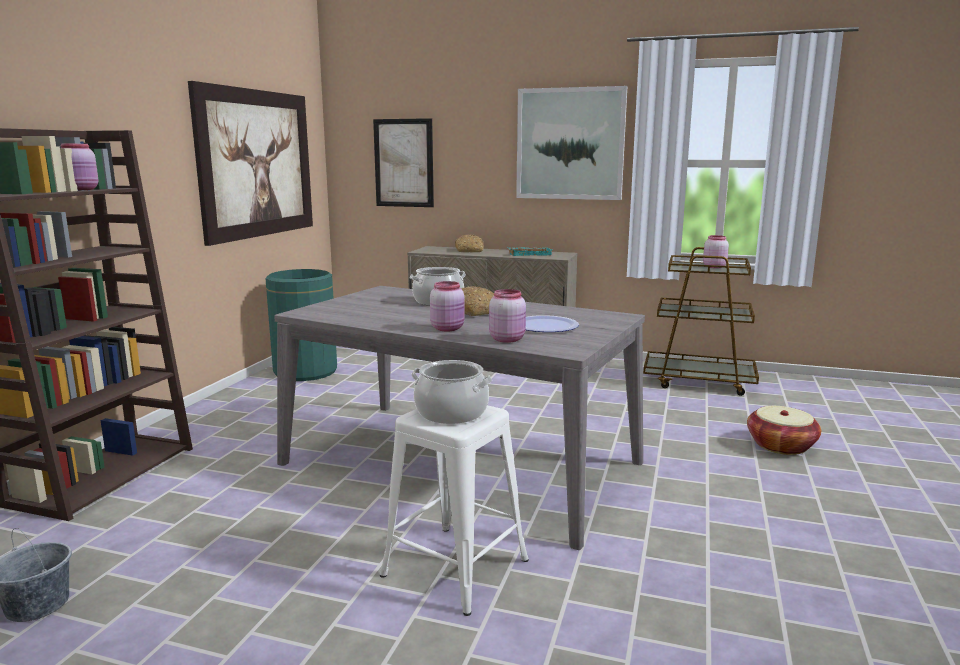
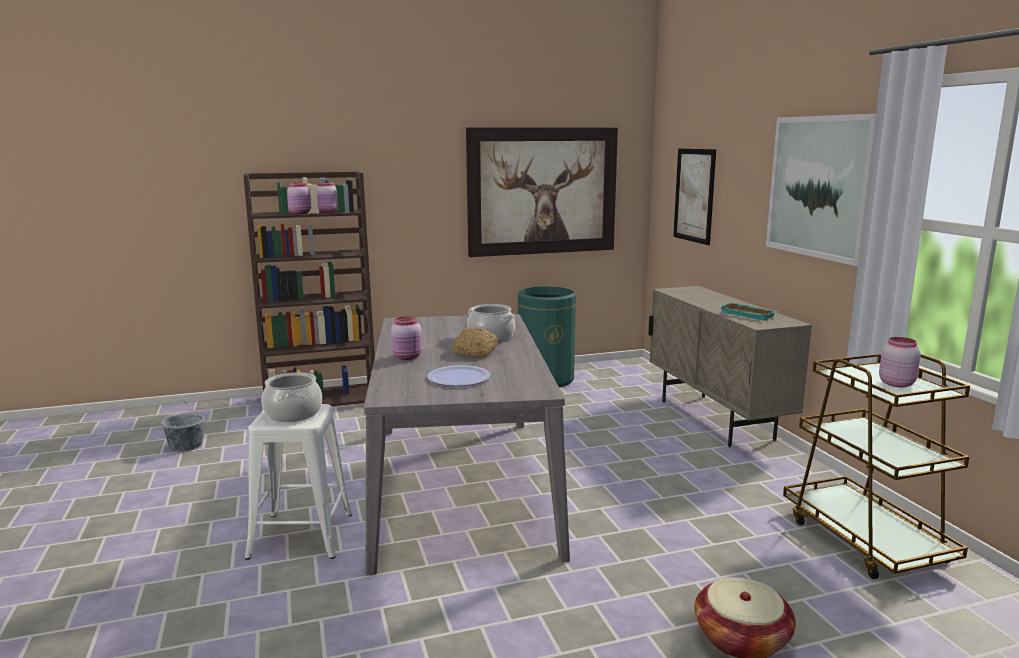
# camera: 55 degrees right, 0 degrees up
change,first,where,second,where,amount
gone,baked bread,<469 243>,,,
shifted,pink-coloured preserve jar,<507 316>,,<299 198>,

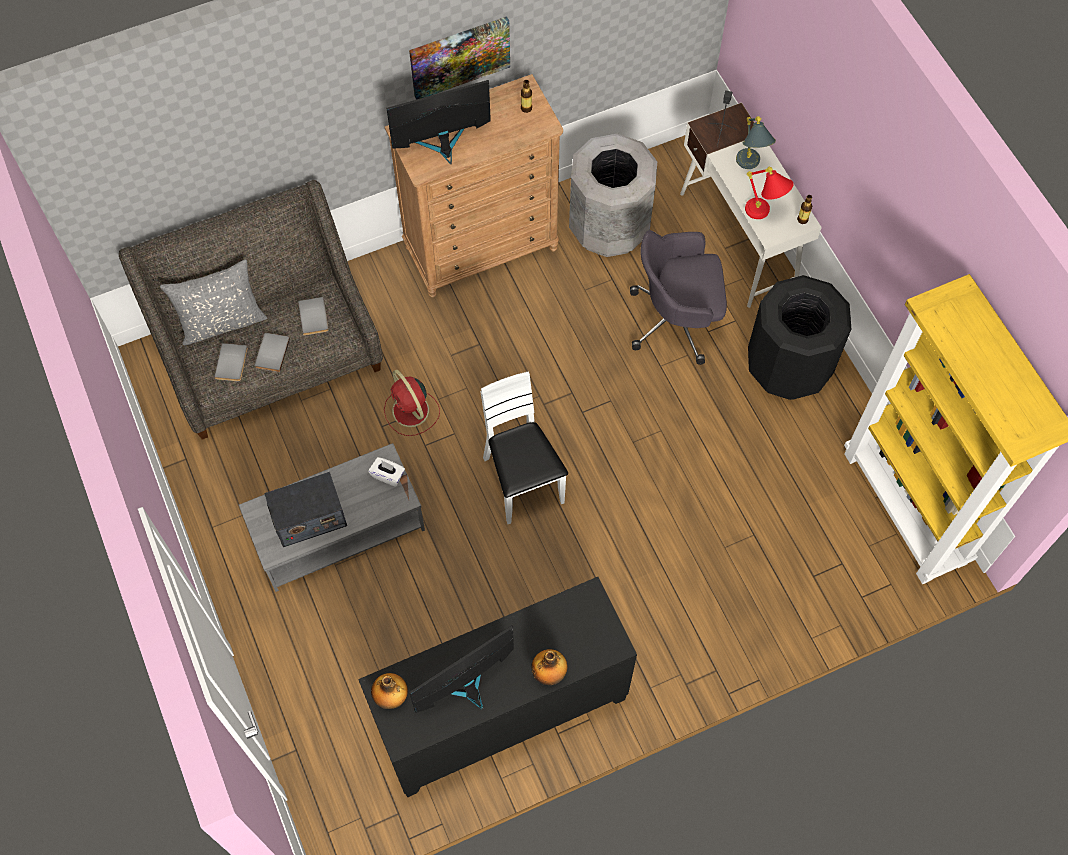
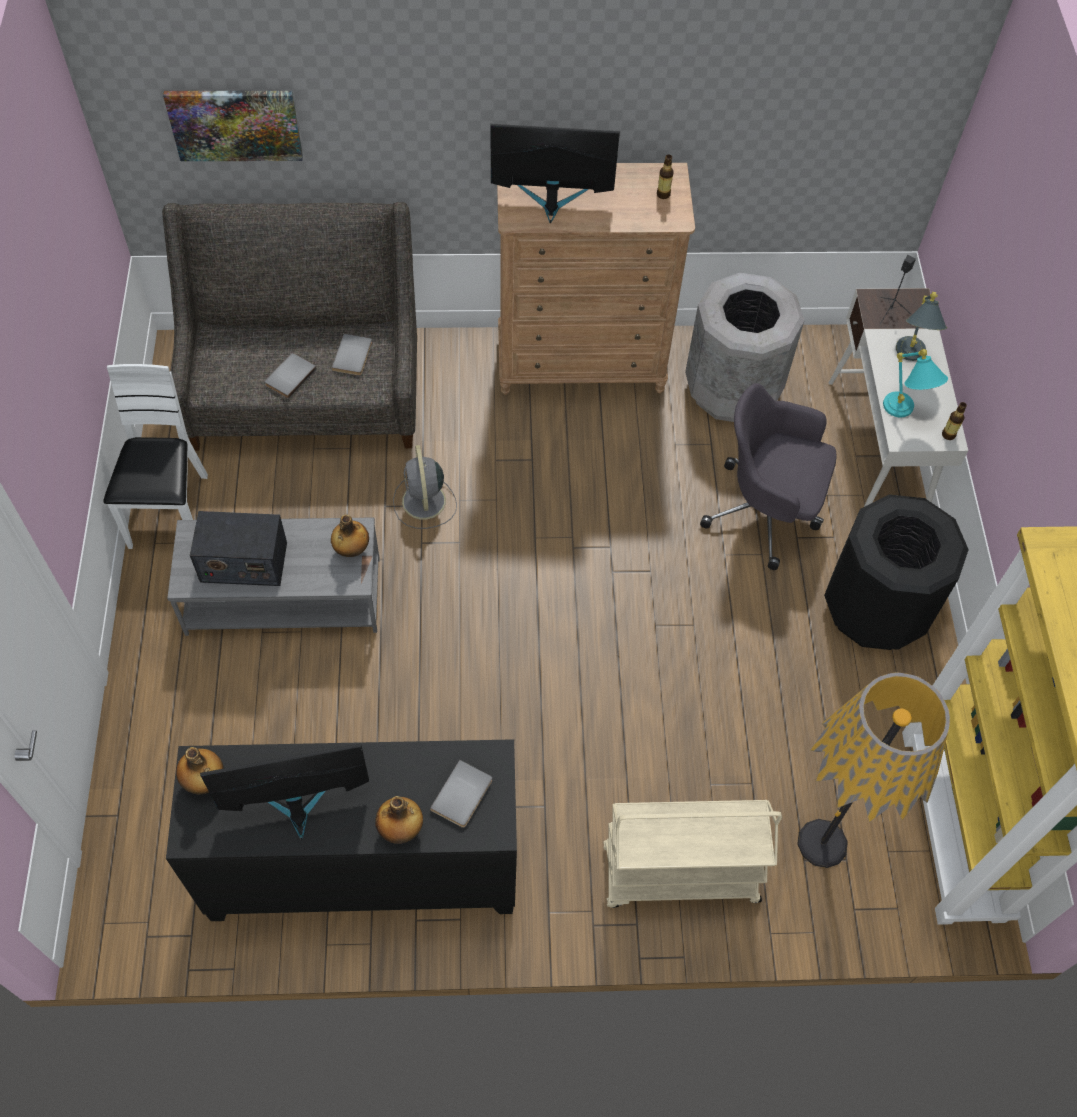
# camera: 20 degrees right, 5 degrees down
change,first,where,second,where,amount
gone,gray throw pillow,<213 302>,,,
shifted,gray book,<231 362>,,<461 794>,
swapped,white-coloured tissue box,<386 472>,bottle,<350 535>,
repainted,reddish fan,<412 403>,gray fan,<425 487>,
shifted,picture,<459 58>,,<233 126>,
shifted,white-coloured plain chair,<524 447>,,<155 456>,
repainted,reddish tabletop lamp,<769 193>,blue-green tabletop lamp,<915 383>,
new,,,beige-coloured wheeled cart,<692 854>,
new,,,floor lamp,<873 770>,

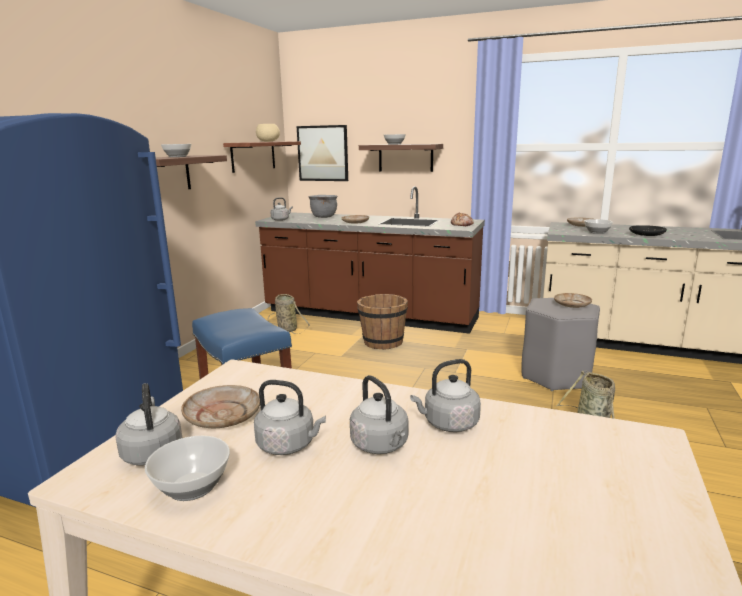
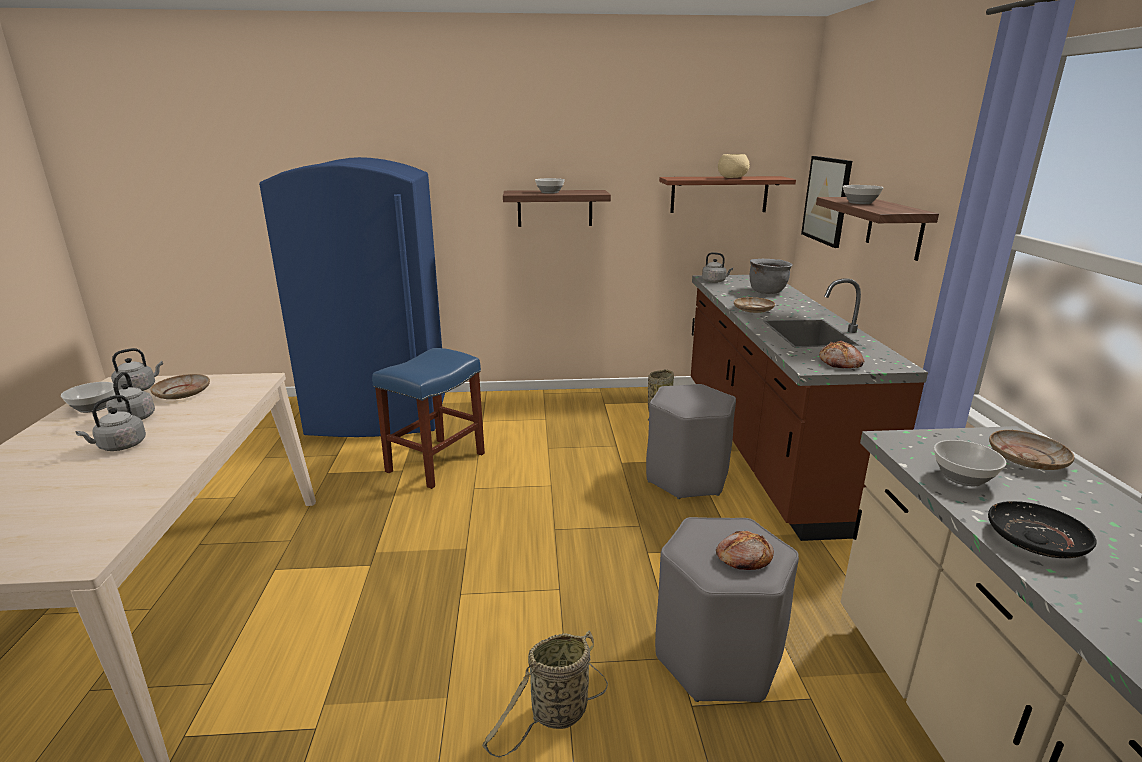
# camera: 65 degrees right, 5 degrees up
change,first,where,second,where,amount
swapped,brown pail,<382 322>,gray sitting stool,<691 441>,
gone,gray tea kettle,<445 395>,,,
swapped,beige-coloured dinner plate,<573 300>,baked bread,<745 550>,

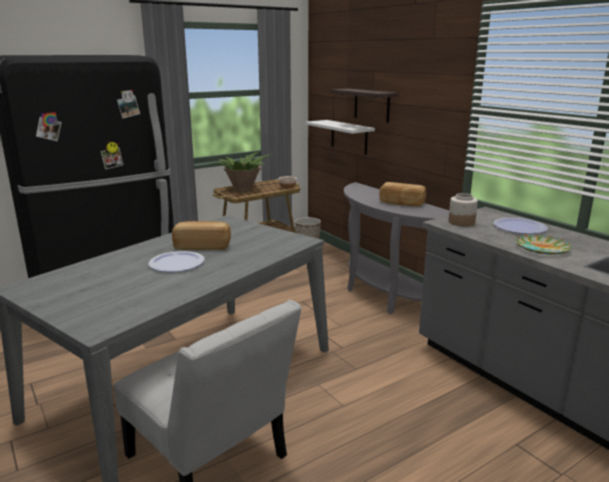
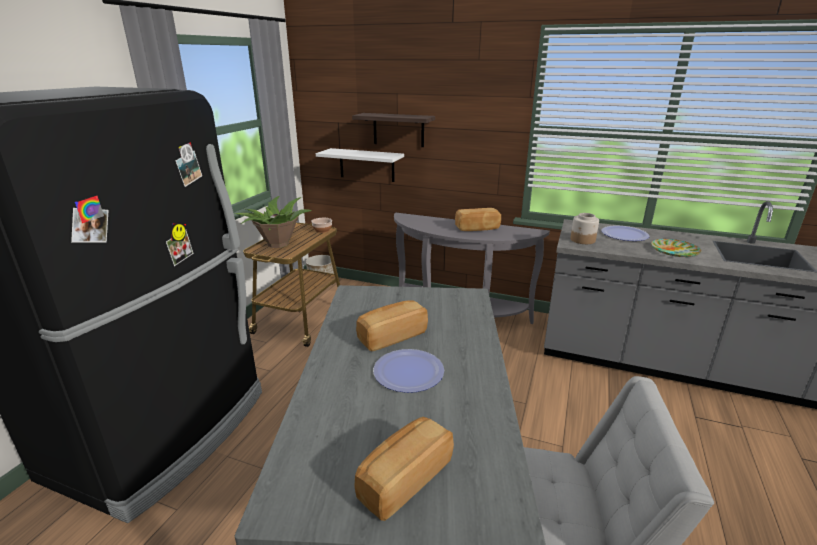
# camera: 35 degrees left, 5 degrees up
change,first,where,second,where,amount
new,,,baked bread,<404 469>,

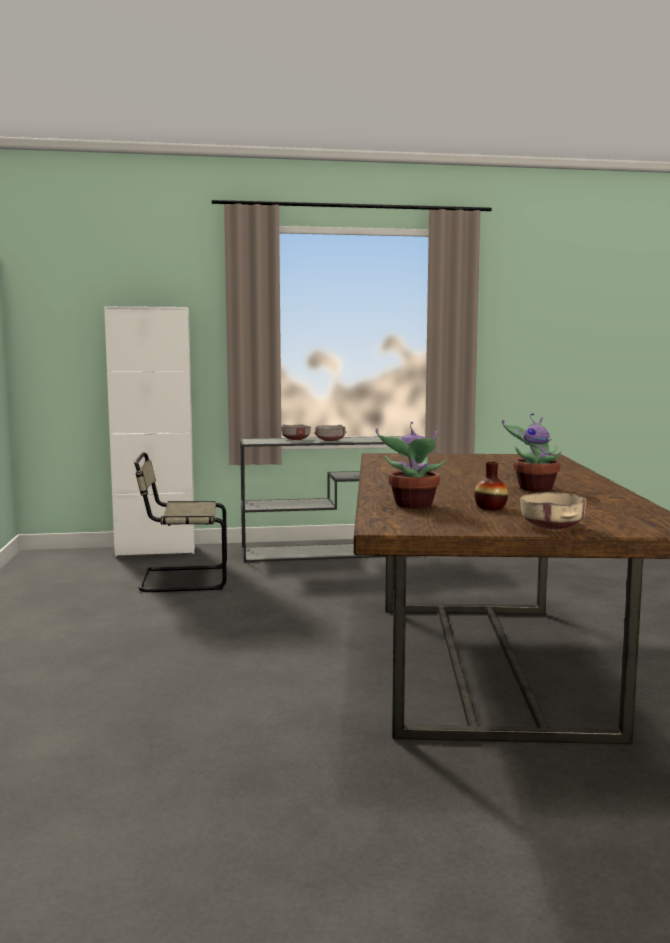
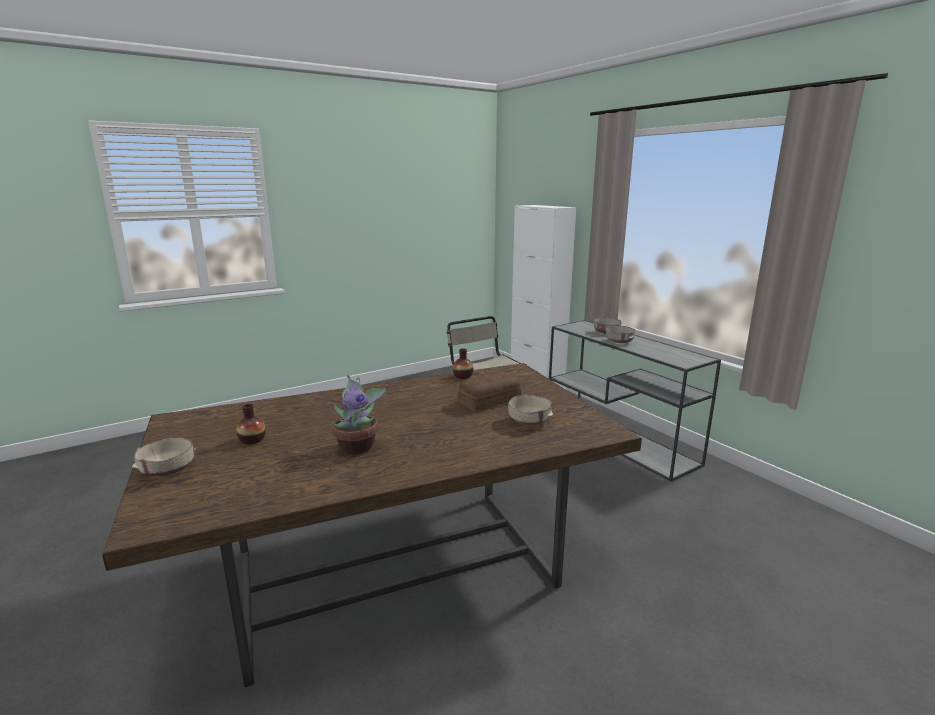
# camera: 65 degrees right, 10 degrees up
change,first,where,second,where,amount
gone,houseplant,<411 465>,,,
new,,,decorative vase,<463 363>,
new,,,baked bread,<489 391>,
new,,,beige-coloured deep dish,<530 409>,

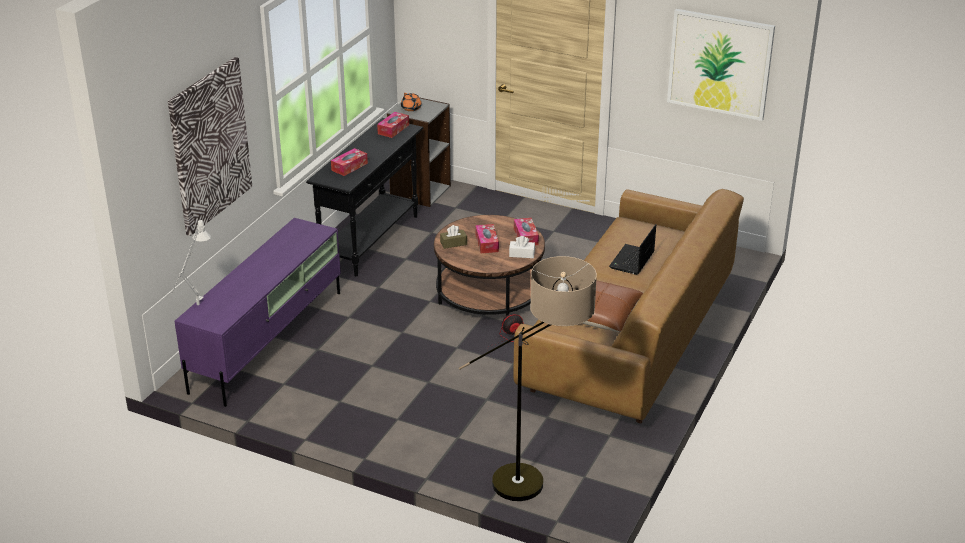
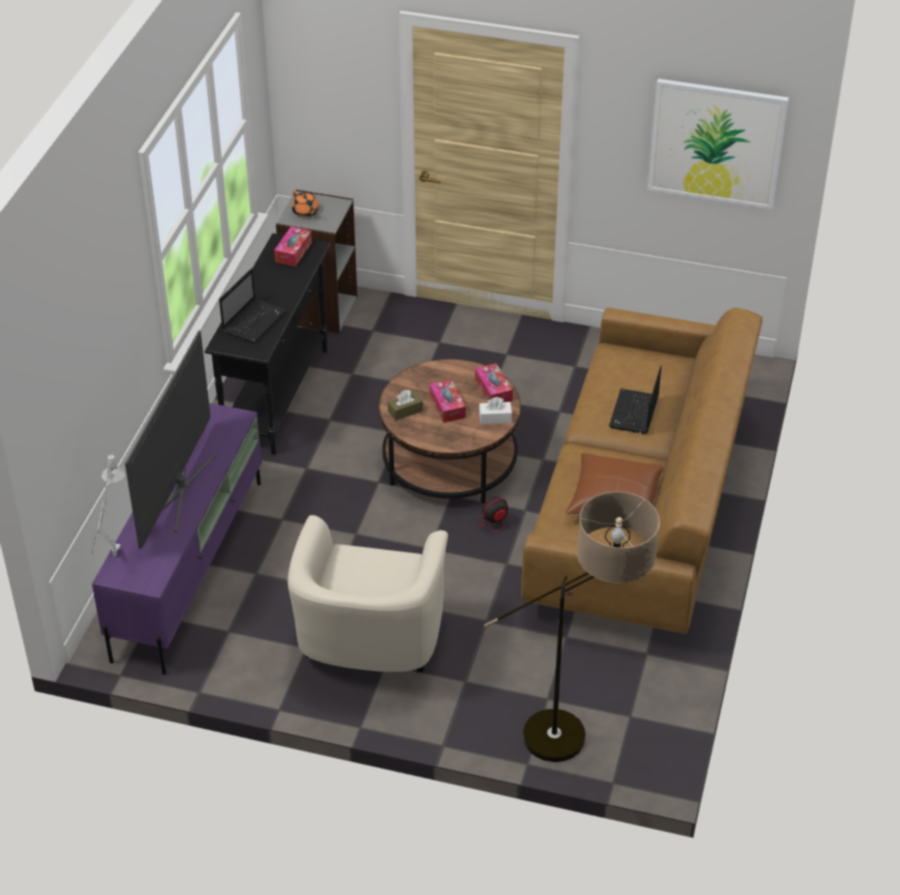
# camera: 10 degrees left, 10 degrees up
change,first,where,second,where,amount
gone,picture,<210 146>,,,
swapped,tissue box,<349 162>,laptop,<253 305>,
new,,,TV,<170 439>,
new,,,beige-coloured lounge chair,<368 593>,

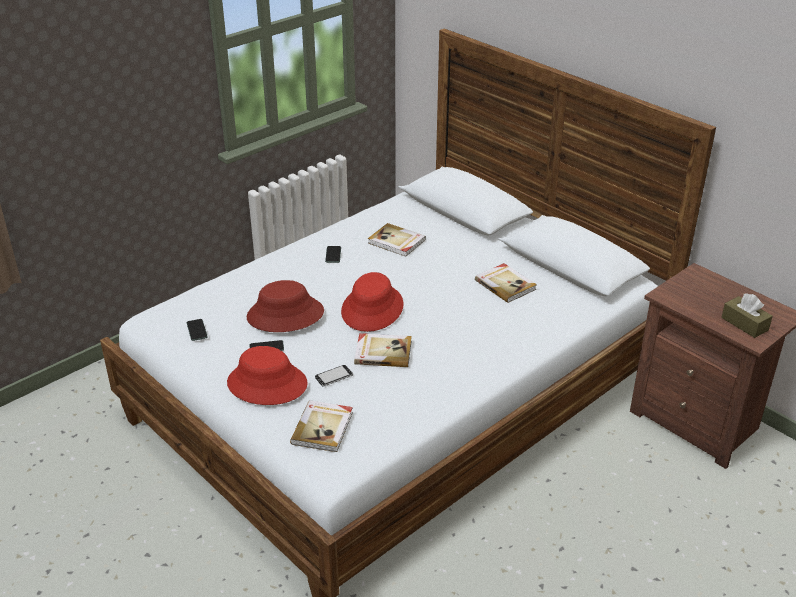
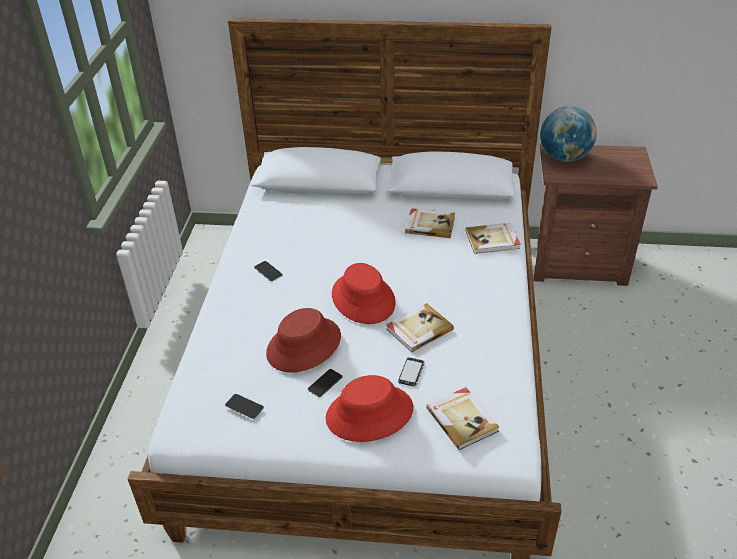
# camera: 40 degrees left, 5 degrees up
change,first,where,second,where,amount
shifted,book,<397 240>,,<493 238>,
gone,brown tissue box,<747 315>,,,
new,,,globe,<568 134>,

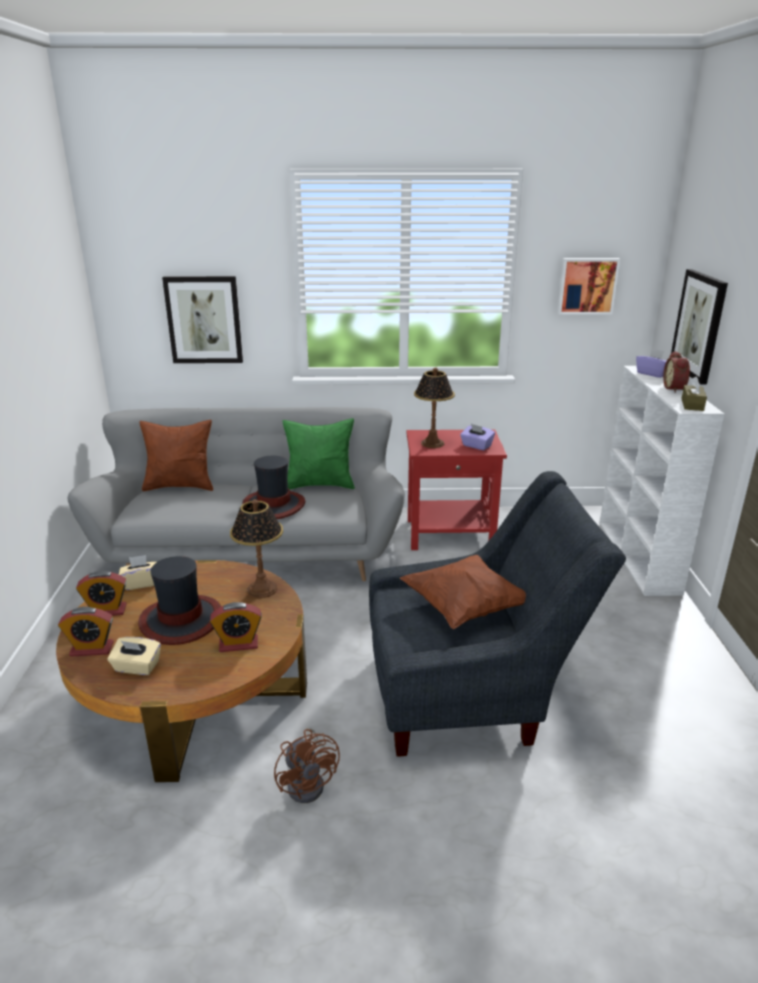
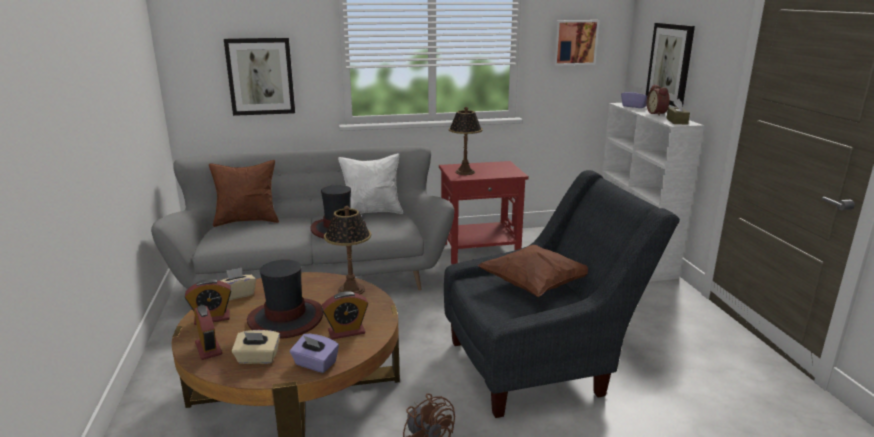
# camera: 10 degrees left, 5 degrees down
change,first,where,second,where,amount
rotated,alarm clock,<86 632>,,<208 332>,105 degrees counterclockwise
repainted,green throw pillow,<319 454>,white-coloured throw pillow,<370 183>,
shifted,purple tissue box,<477 437>,,<314 353>,

